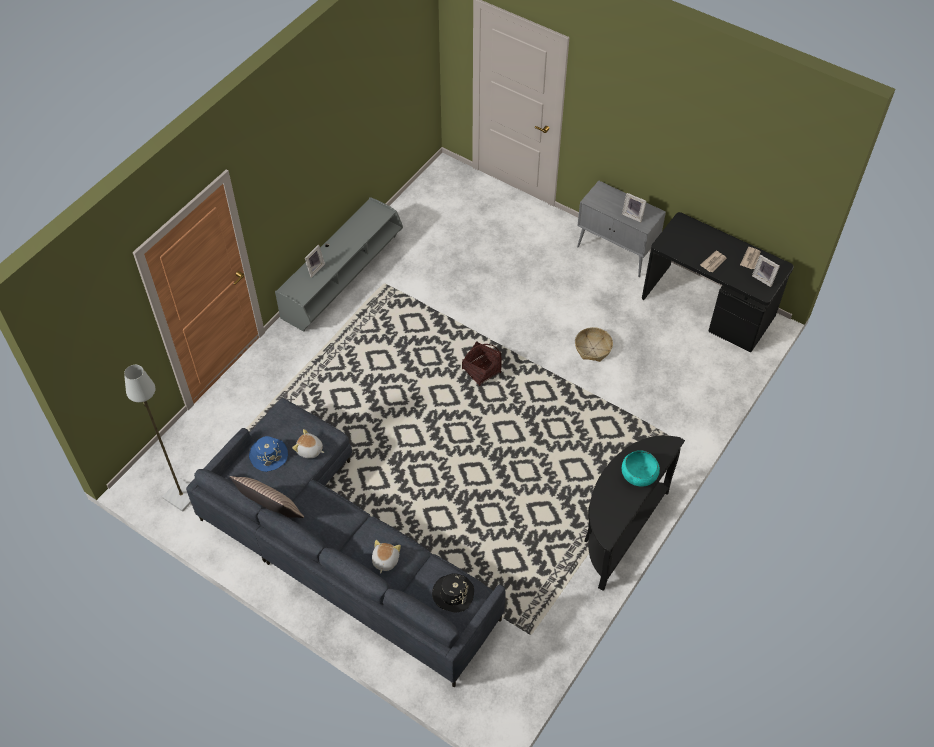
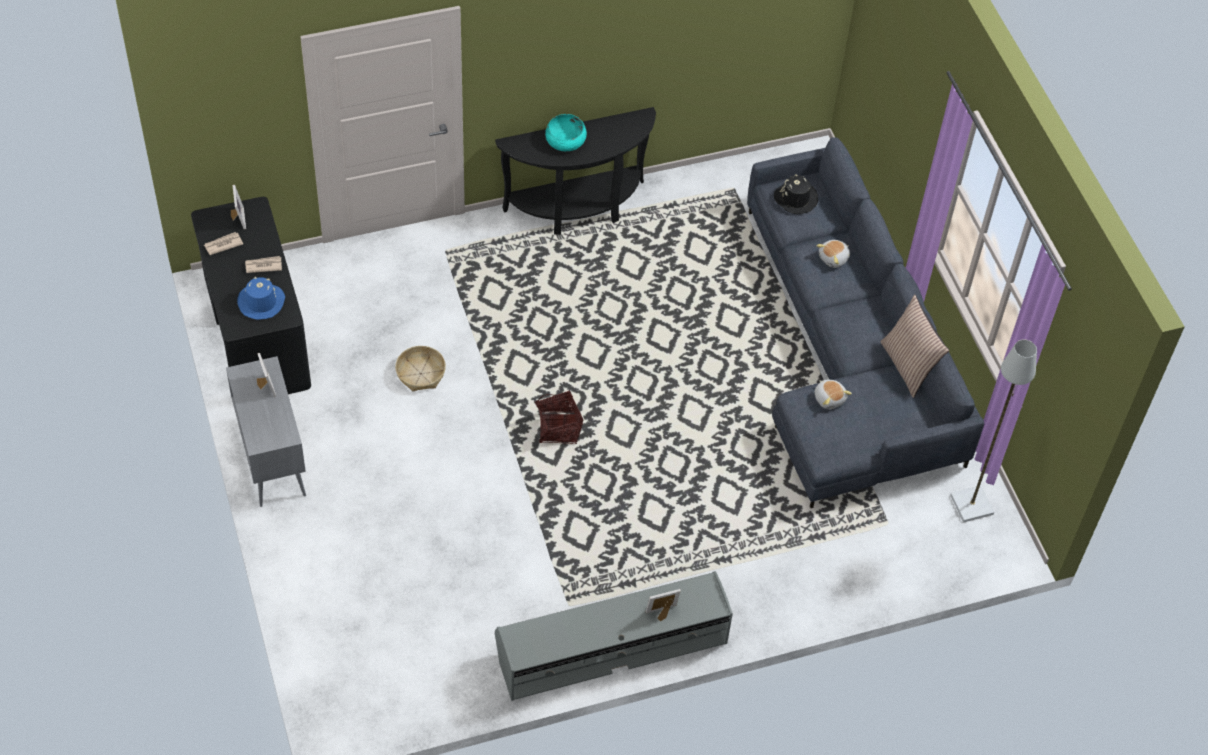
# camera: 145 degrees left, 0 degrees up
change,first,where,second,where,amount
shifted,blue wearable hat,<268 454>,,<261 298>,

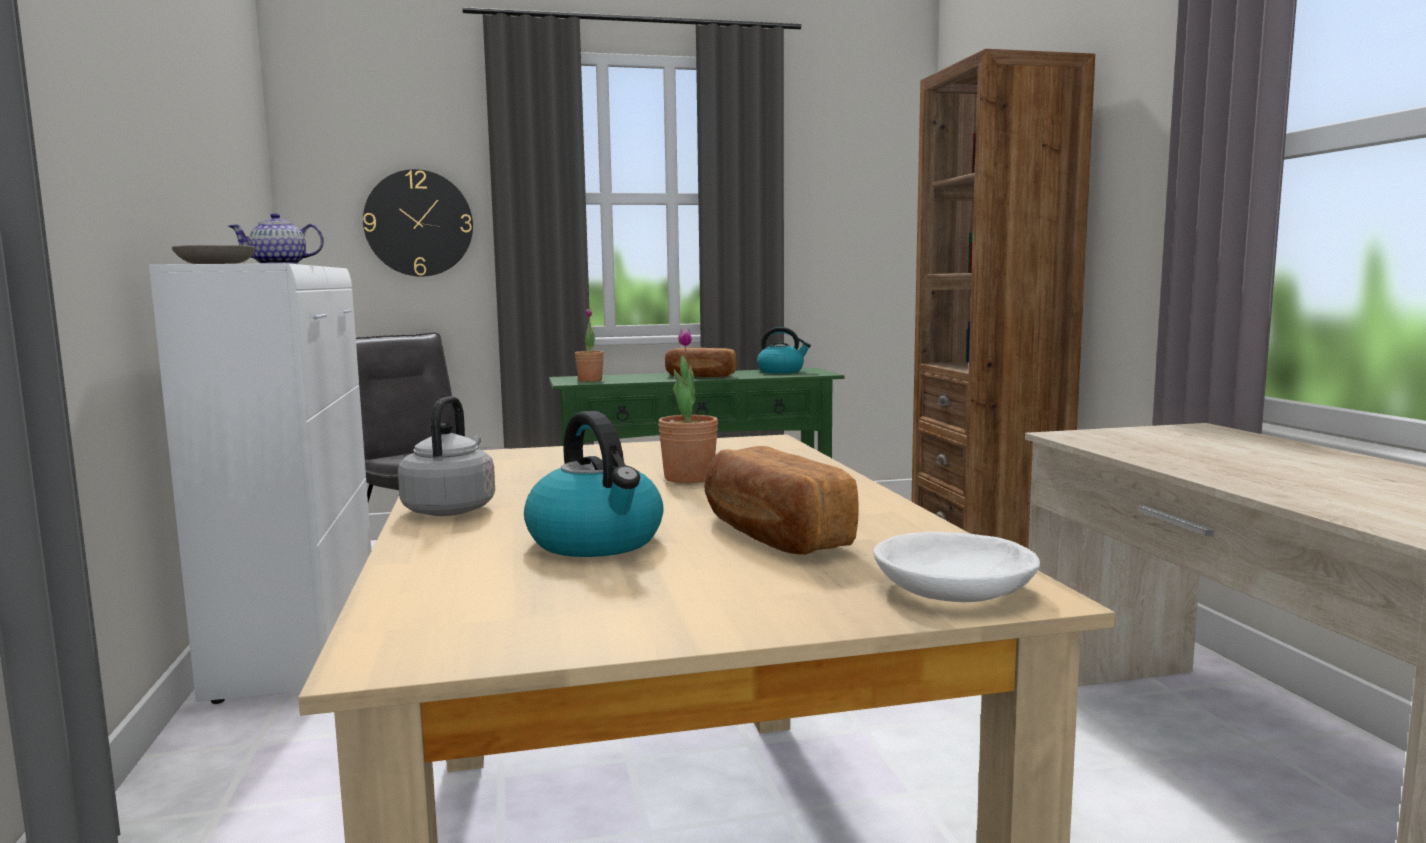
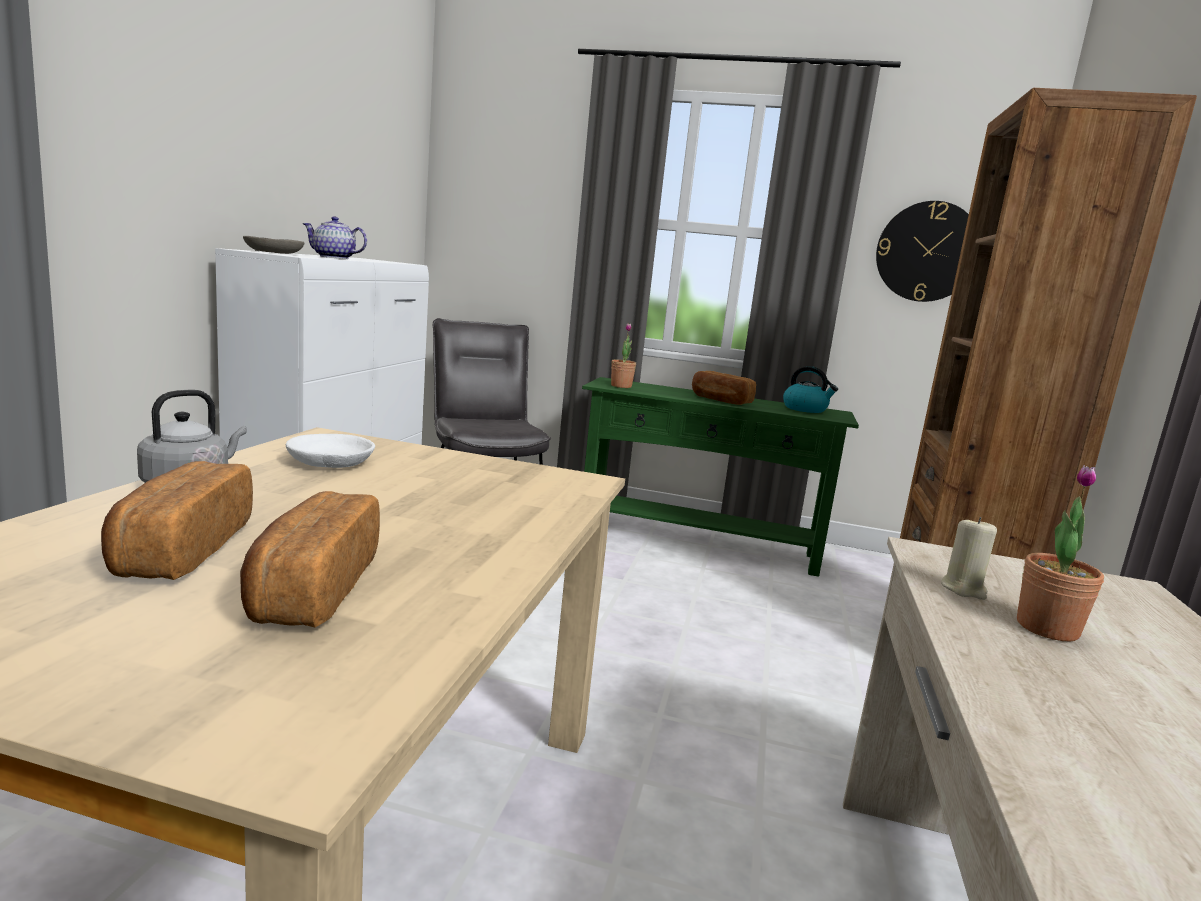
# camera: 25 degrees right, 5 degrees up
change,first,where,second,where,amount
shifted,wall clock,<418 223>,,<922 251>,
swapped,tea kettle,<594 484>,baked bread,<177 520>,
shifted,houseplant,<688 405>,,<1060 553>,
shifted,white-coloured deep dish,<956 567>,,<330 451>,
new,,,beige-coloured wax light,<969 558>,

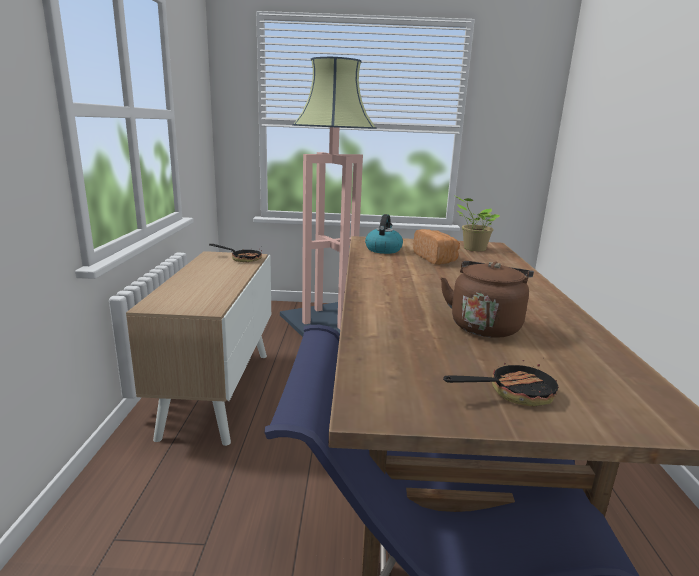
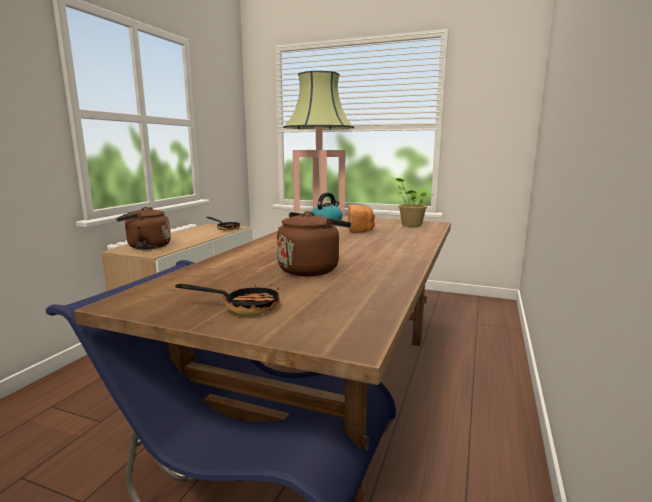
# camera: 20 degrees right, 5 degrees down
change,first,where,second,where,amount
new,,,brown tea kettle,<143 228>,

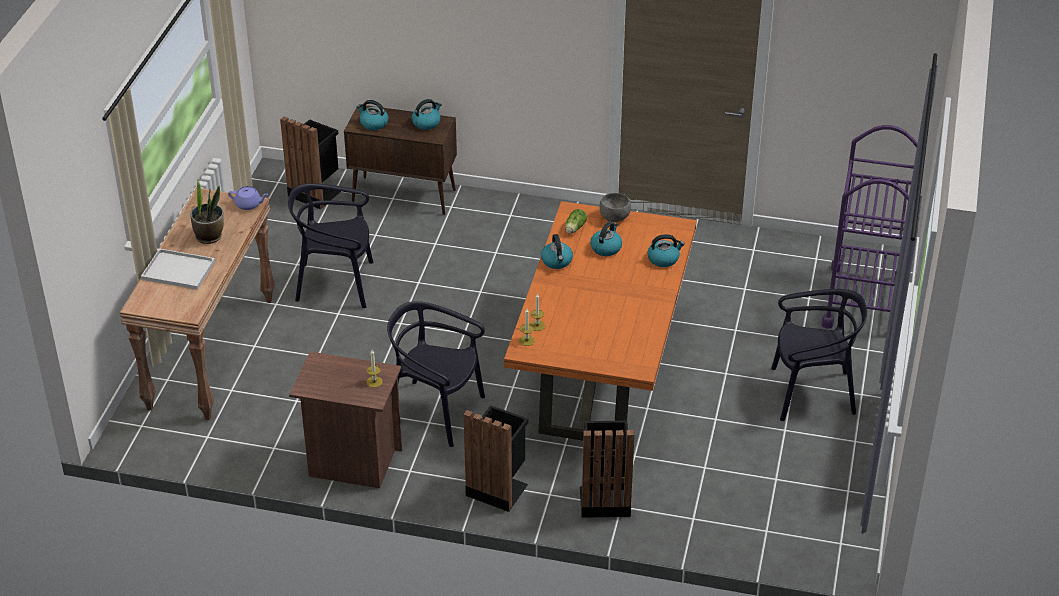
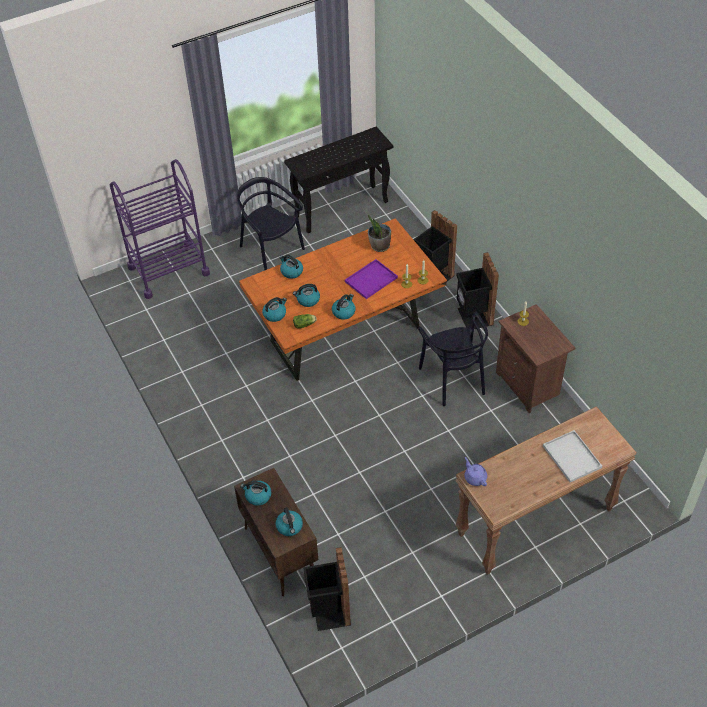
# camera: 130 degrees left, 10 degrees up
change,first,where,second,where,amount
shifted,houseplant,<207 212>,,<379 233>,
gone,black plain chair,<330 245>,,,
swapped,gray deep dish,<615 207>,tea kettle,<274 309>,
new,,,black hall table,<339 179>,
new,,,purple carrying tray,<371 279>,

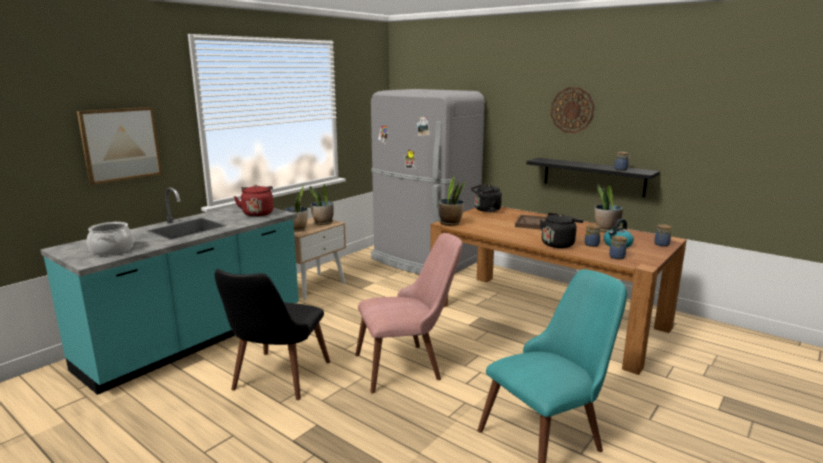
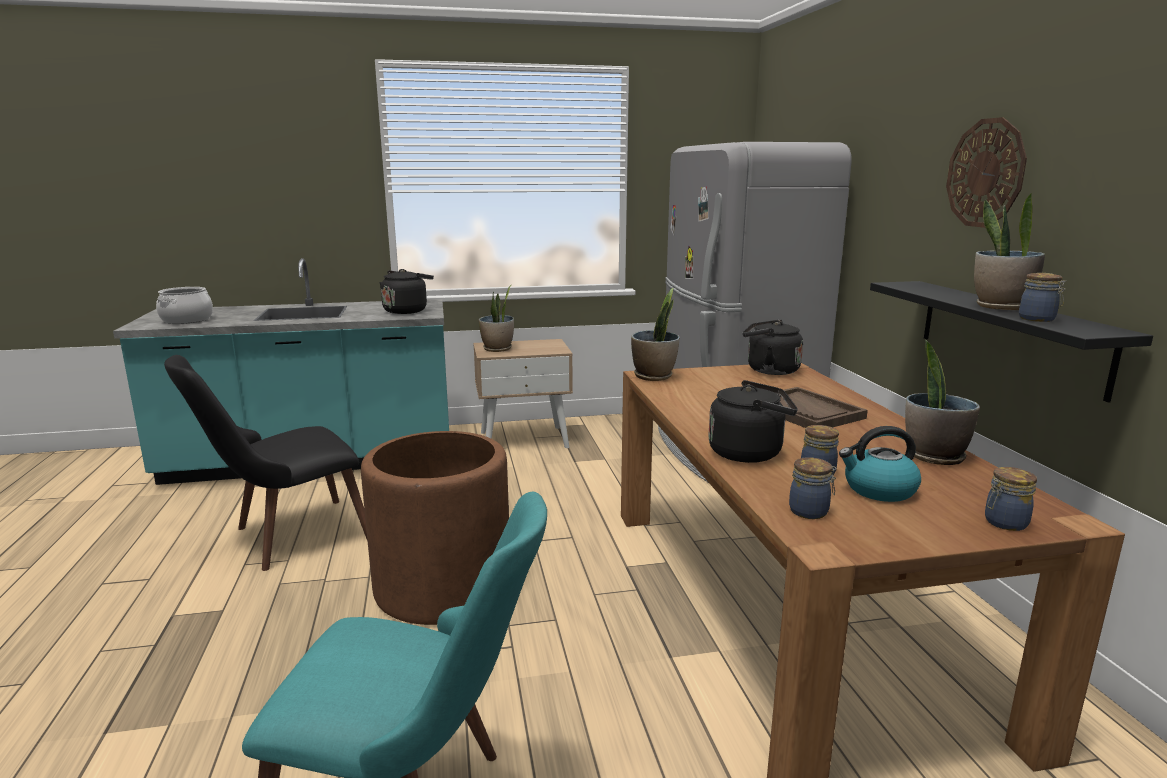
# camera: 40 degrees right, 0 degrees up
change,first,where,second,where,amount
gone,picture,<119 146>,,,
repainted,reddish tea kettle,<254 201>,black tea kettle,<406 291>,
shifted,houseplant,<322 204>,,<1009 251>,
swapped,pink-coloured plain chair,<409 313>,brown flower pot,<435 528>,

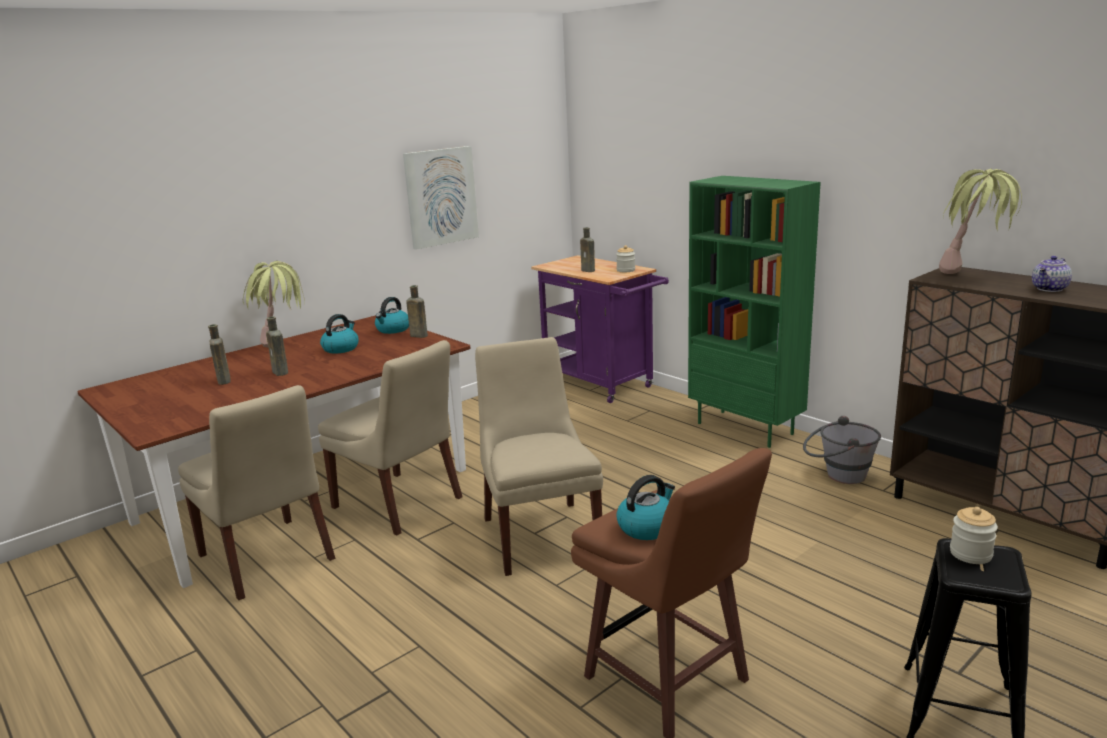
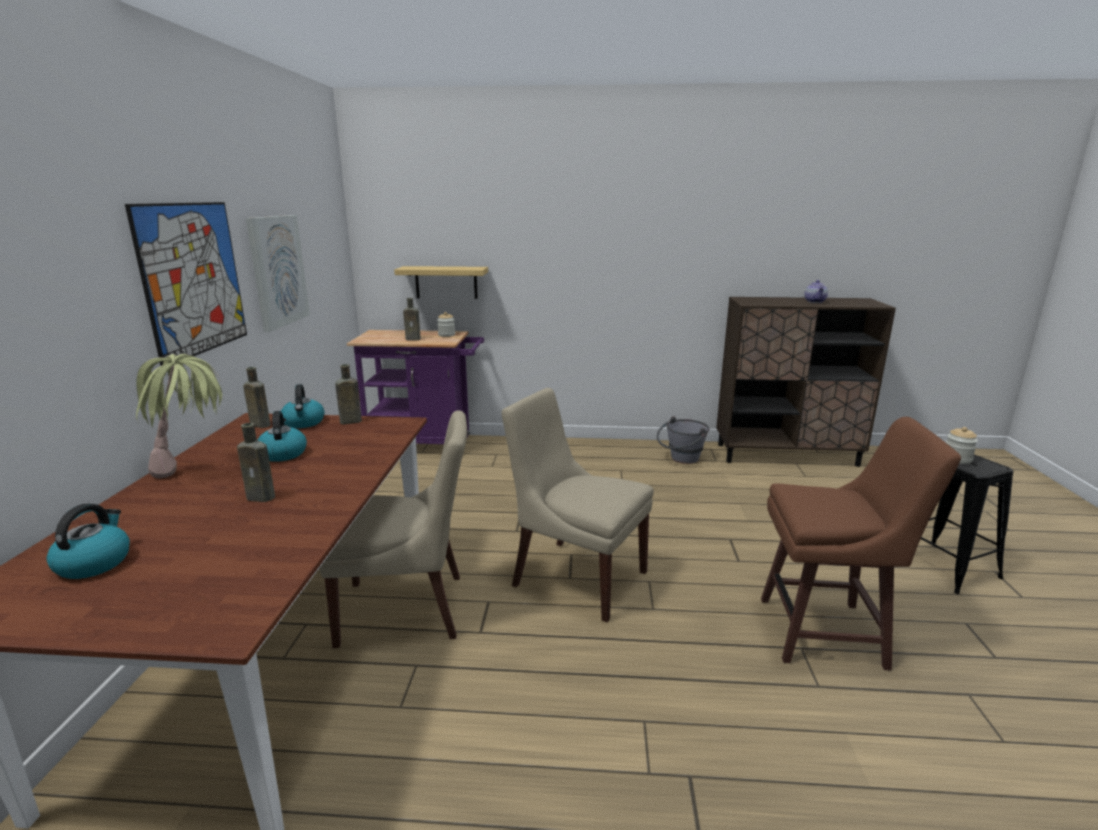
# camera: 45 degrees left, 0 degrees up
change,first,where,second,where,amount
gone,beige-coloured plain chair,<256 492>,,,
shifted,brown bottle,<219 354>,,<257 397>,
shifted,tea kettle,<645 507>,,<88 541>,
gone,green bookcase,<754 312>,,,
gone,houseplant,<980 221>,,,
new,,,picture,<186 284>,
new,,,shelf,<441 282>,

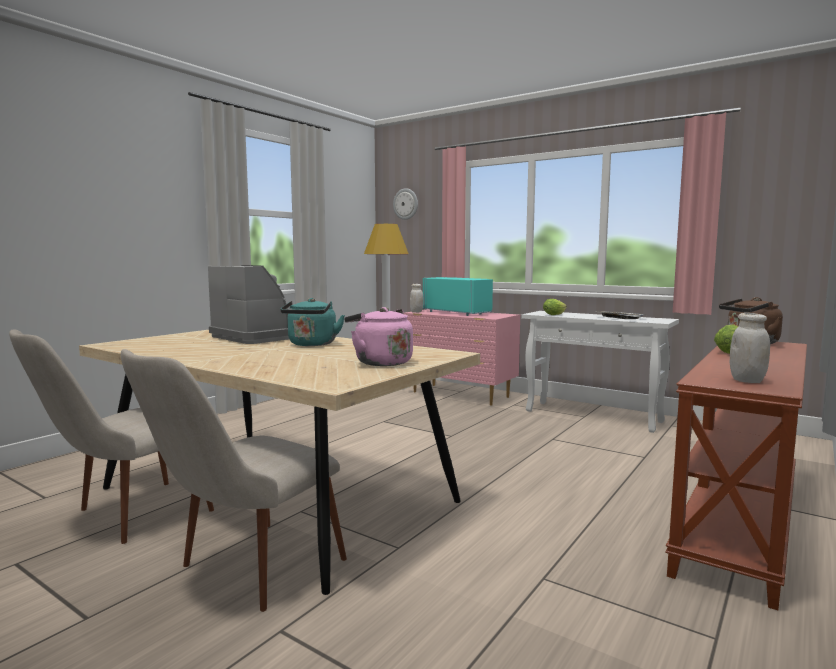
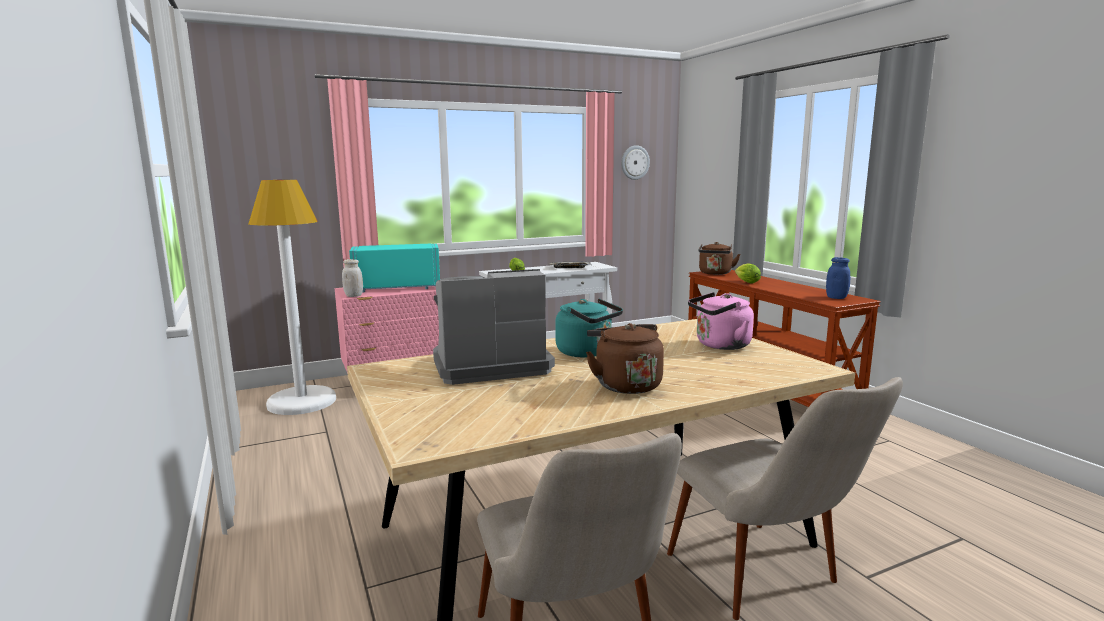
# camera: 60 degrees left, 5 degrees up
change,first,where,second,where,amount
shifted,wall clock,<405 204>,,<635 162>,
repainted,white-coloured preserve jar,<750 348>,blue preserve jar,<838 278>,
new,,,brown tea kettle,<625 358>,

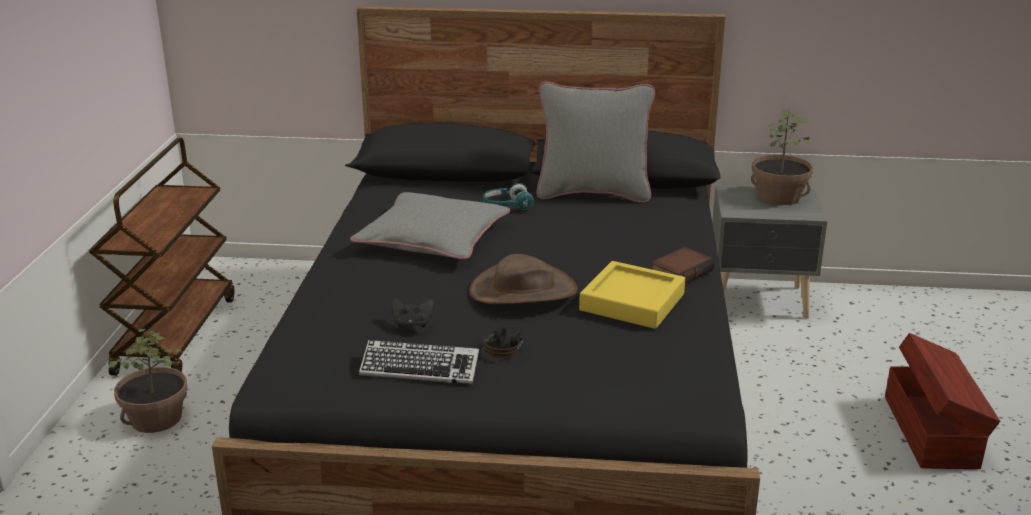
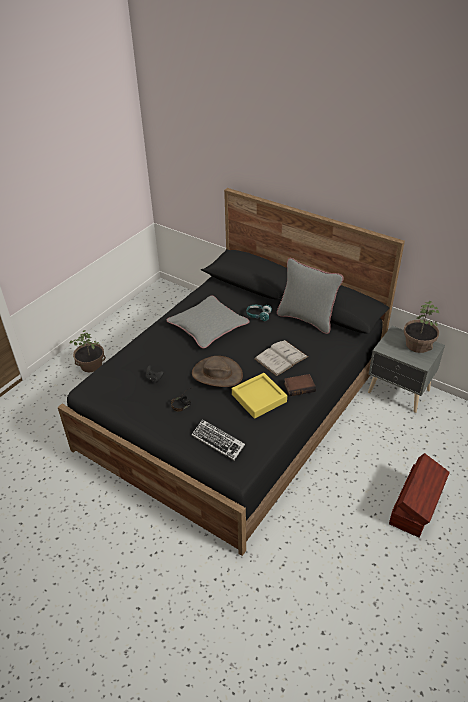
# camera: 30 degrees right, 15 degrees up
change,first,where,second,where,amount
gone,brown wheeled cart,<162 257>,,,
shifted,keyboard,<419 362>,,<218 440>,
new,,,white-coloured book,<281 358>,

